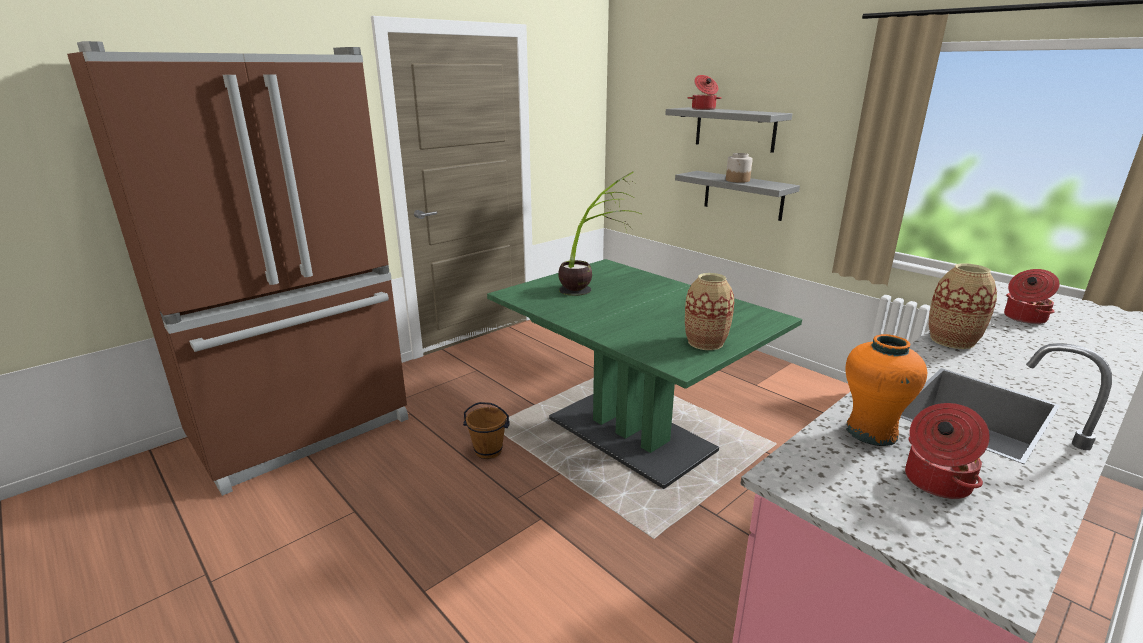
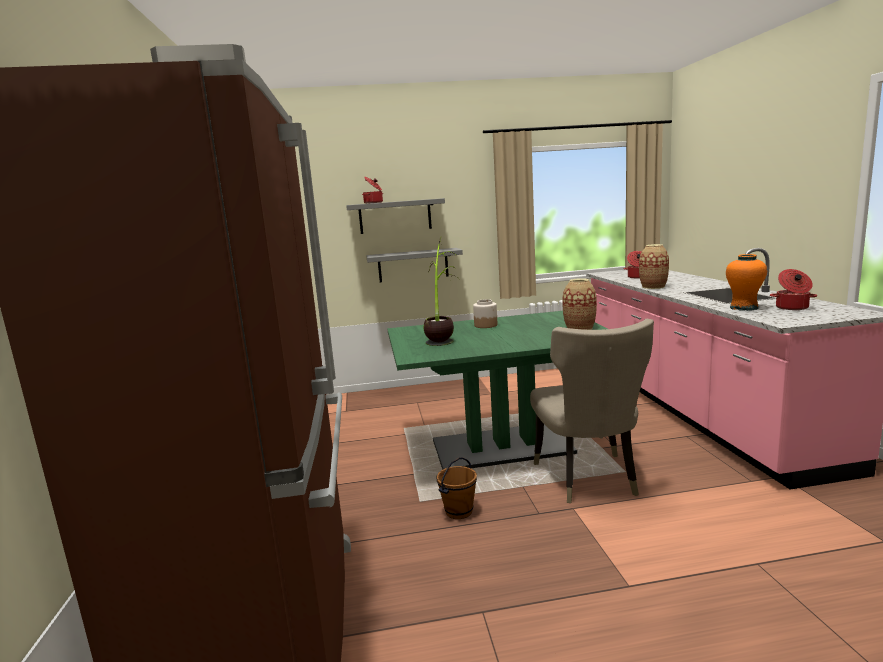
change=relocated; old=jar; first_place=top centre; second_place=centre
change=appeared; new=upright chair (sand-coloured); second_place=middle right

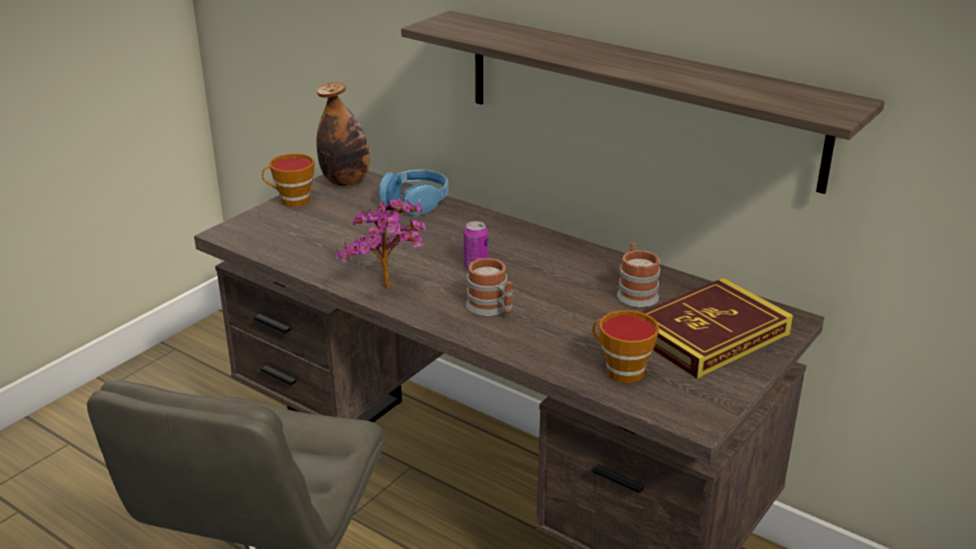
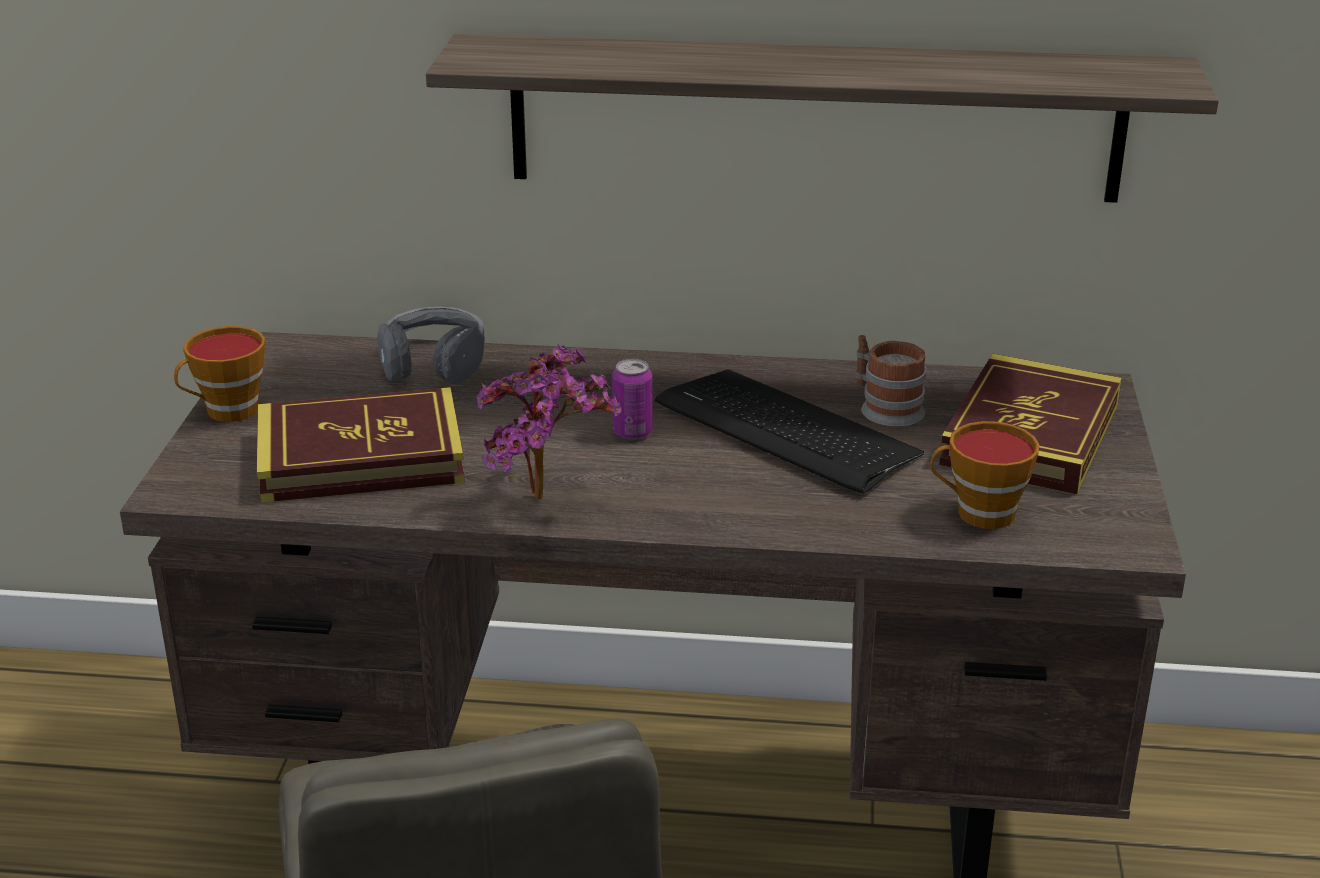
change=missing; old=beverage bottle; first_place=top centre
change=colour; old=headset (blue-coloured); new=headset (greyish); first_place=centre; second_place=middle left
change=missing; old=mug (no. 1 from left); first_place=centre
change=appeared; new=keyboard; second_place=centre
change=appeared; new=volume (no. 1 from left); second_place=middle left

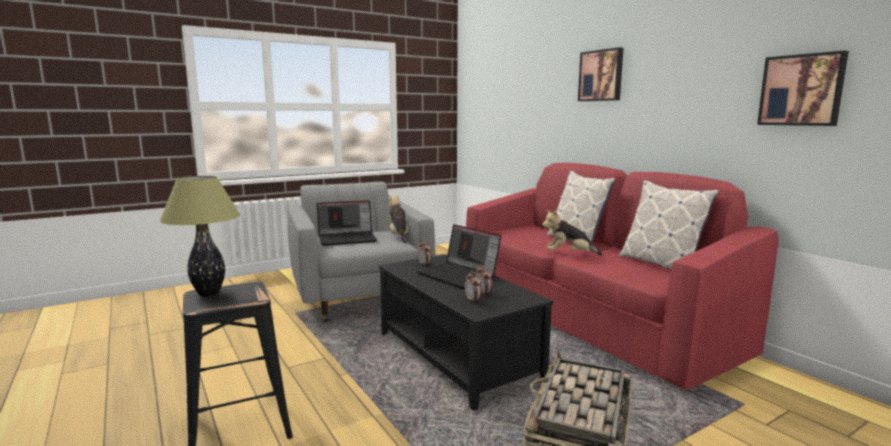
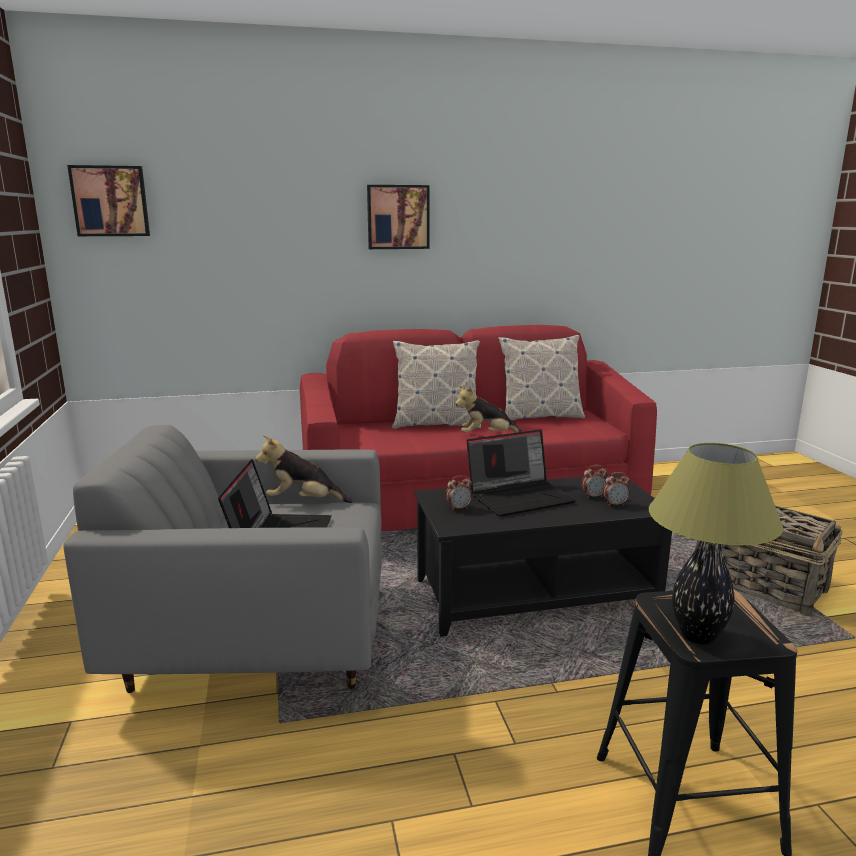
change=relocated; old=picture (no. 2 from left in the first image); new=picture (no. 1 from left); first_place=top right; second_place=top left
change=spun; old=soft toy (no. 2 from left); first_place=centre; second_place=centre; degrees=60

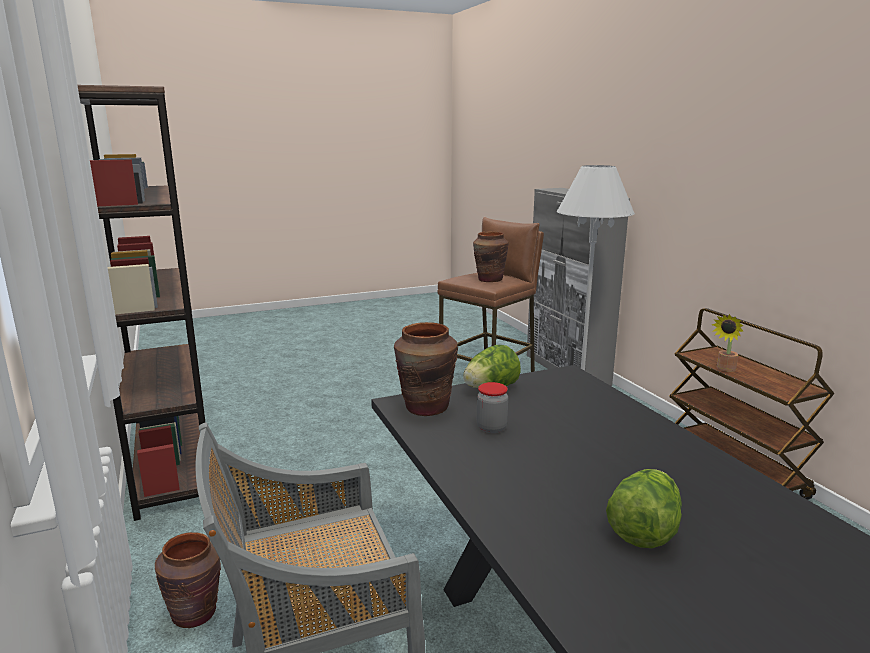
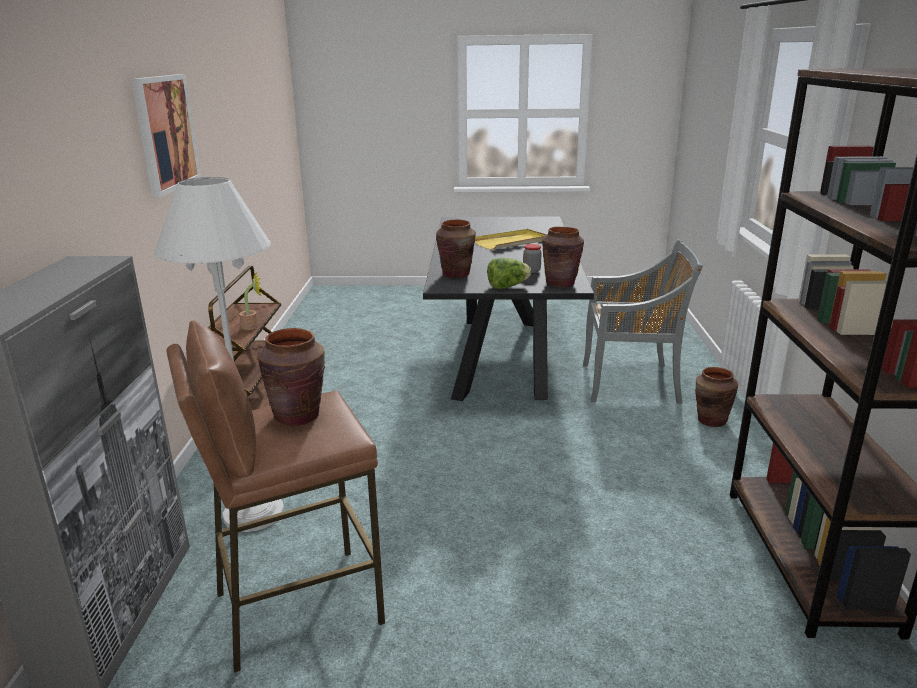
change=exchanged; old=lettuce head (no. 2 from left); new=tray (yellow); first_place=bottom right; second_place=centre
change=appeared; new=picture; second_place=top left
change=appeared; new=vase (brownish) (no. 2 from left); second_place=centre

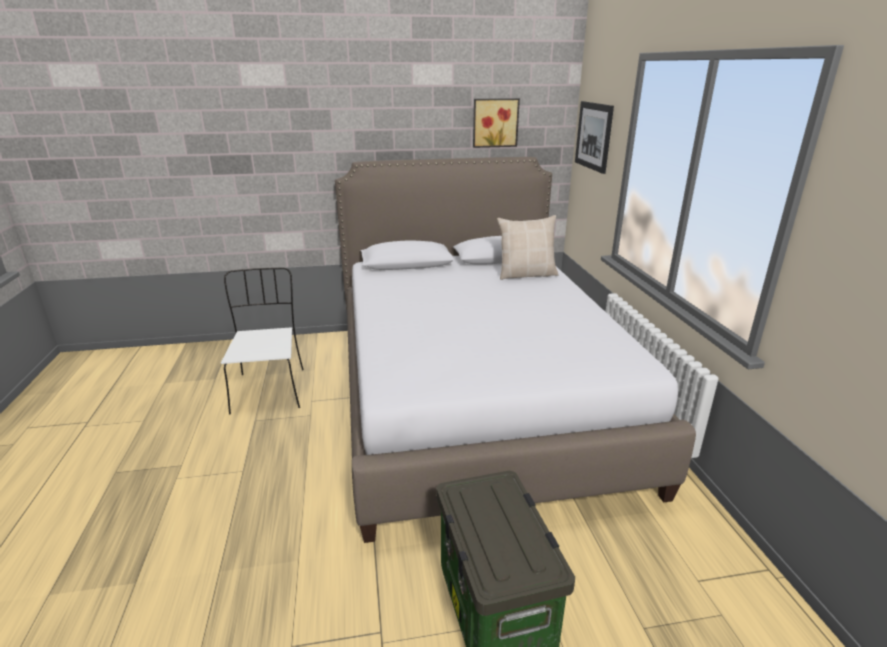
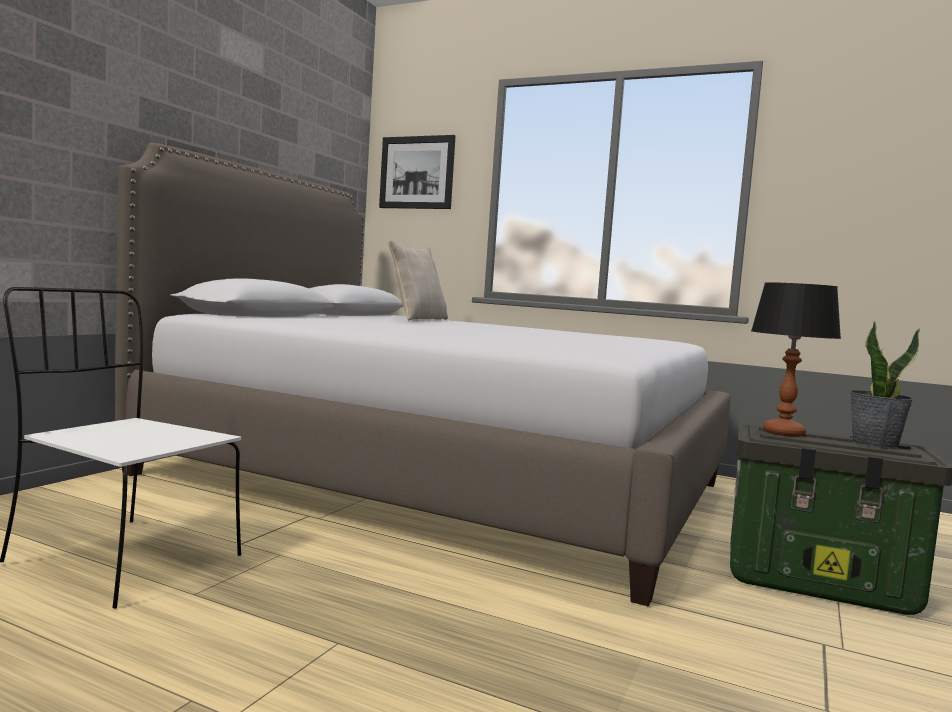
change=missing; old=picture (no. 1 from left); first_place=top centre
change=appeared; new=table lamp; second_place=middle right
change=appeared; new=potted plant; second_place=middle right

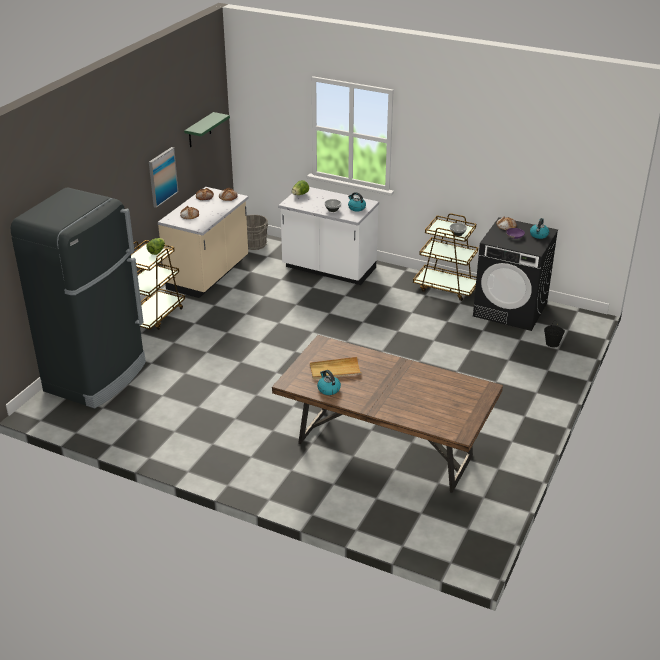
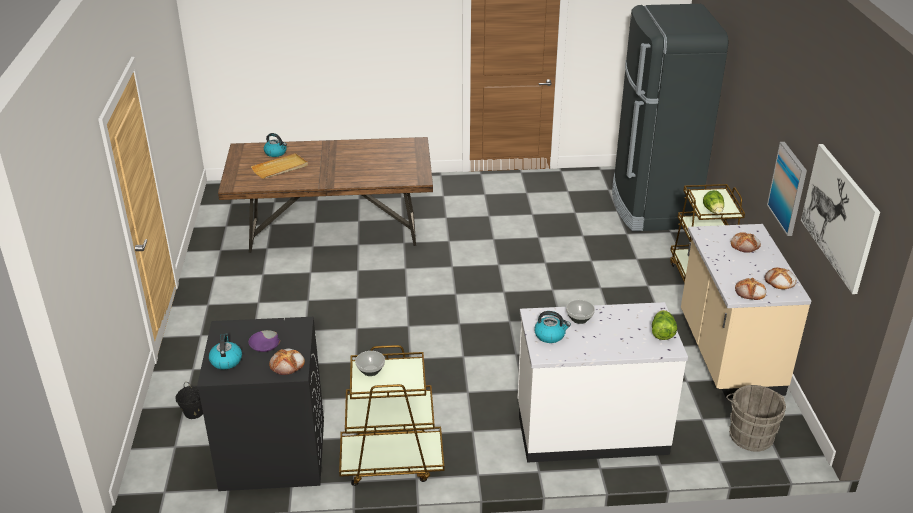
change=exchanged; old=bracket shelf (green); new=picture (no. 2 from left); first_place=top left; second_place=middle right
change=relocated; old=tray (sand-coloured); first_place=centre; second_place=top left
change=relocated; old=kettle (no. 1 from left in the first image); new=kettle (no. 2 from left); first_place=centre; second_place=top left

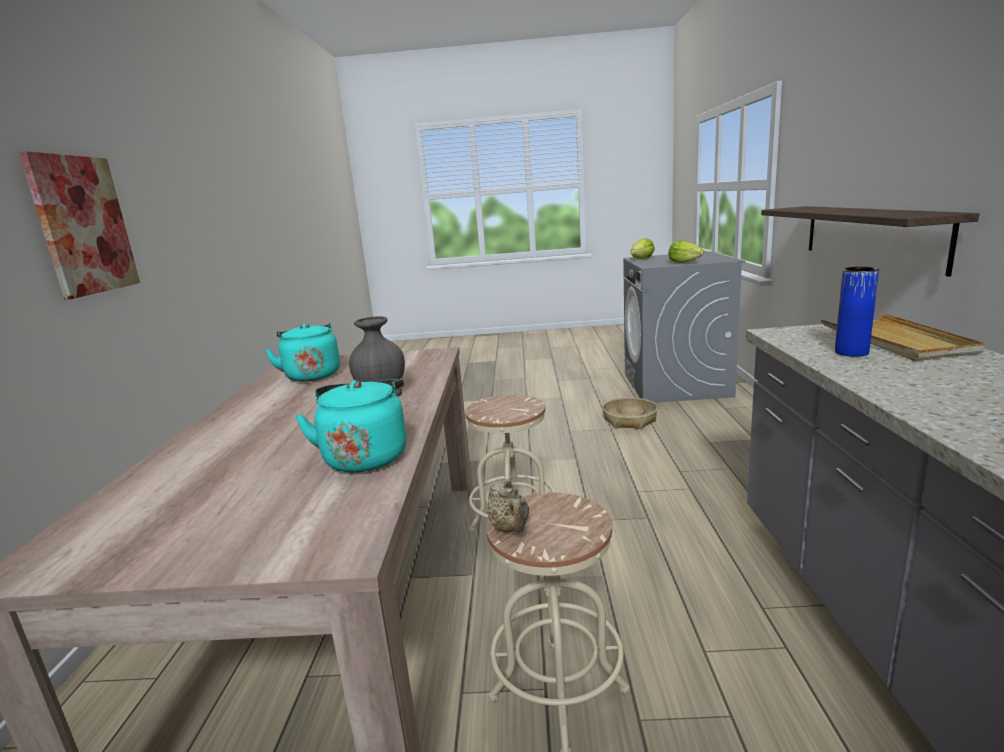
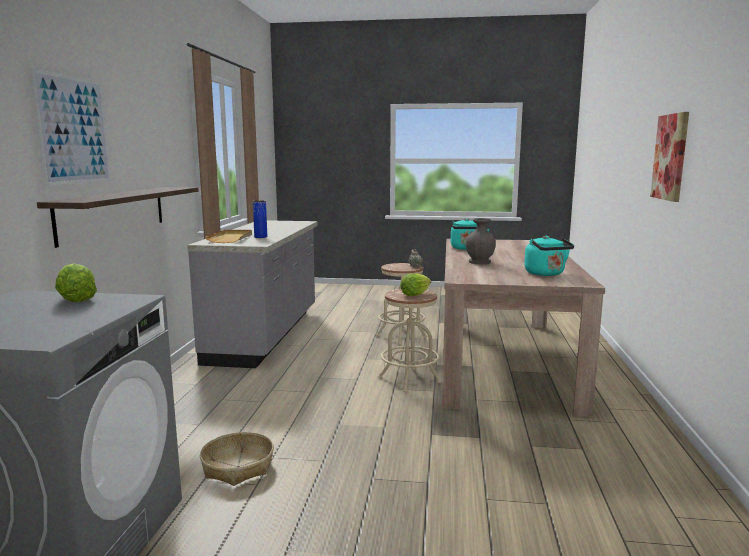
change=relocated; old=lettuce head (no. 1 from left in the first image); new=lettuce head (no. 2 from left); first_place=top centre; second_place=centre
change=appeared; new=picture (no. 1 from left); second_place=top left

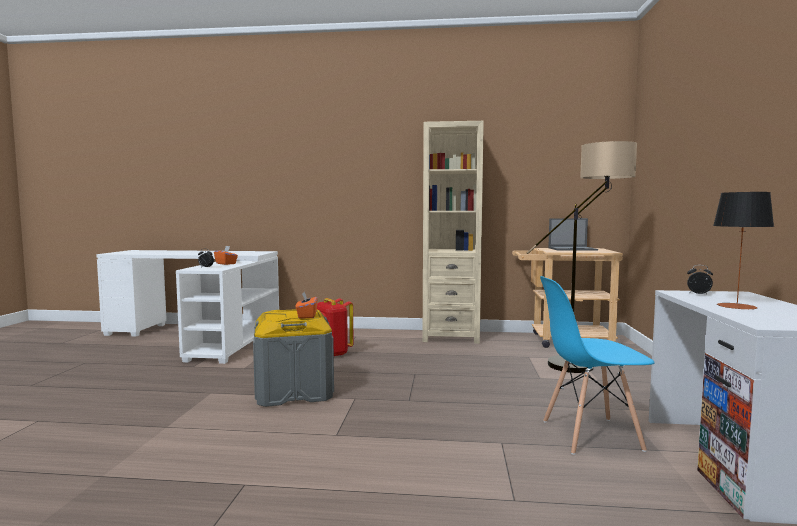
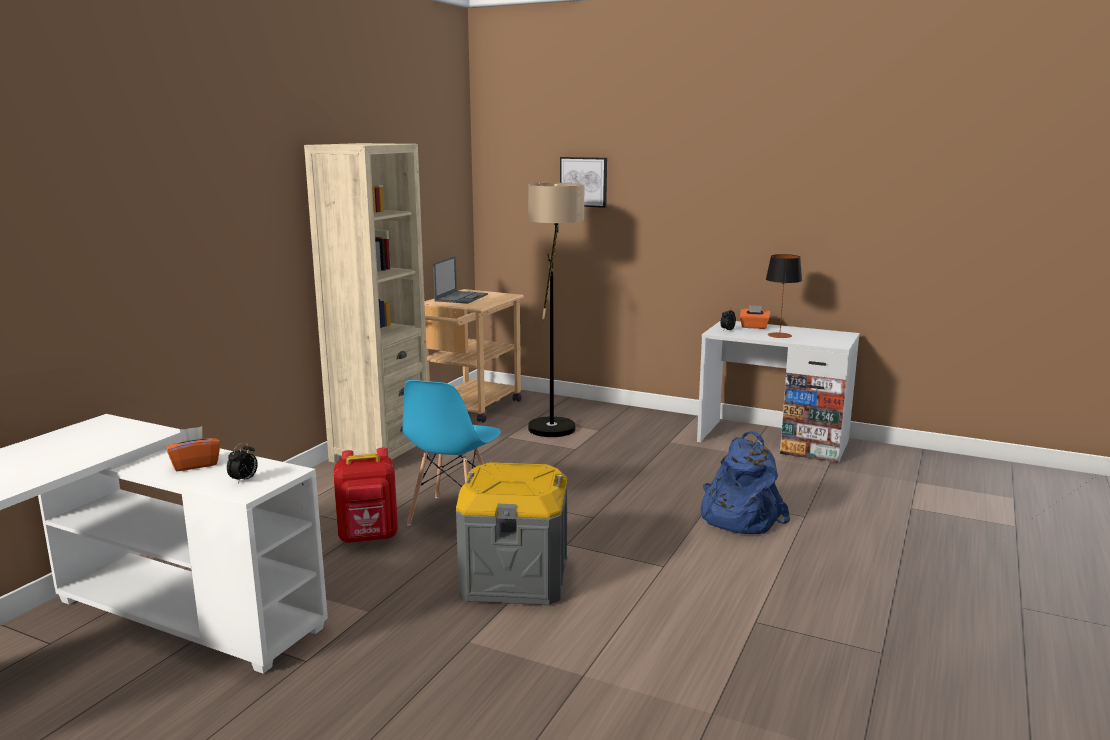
change=relocated; old=upright chair (blue-coloured); first_place=bottom right; second_place=centre
change=relocated; old=tissue box (orange-coloured) (no. 2 from left); first_place=centre; second_place=middle right
change=appeared; new=picture; second_place=top centre
change=appeared; new=rucksack (blue-coloured); second_place=middle right

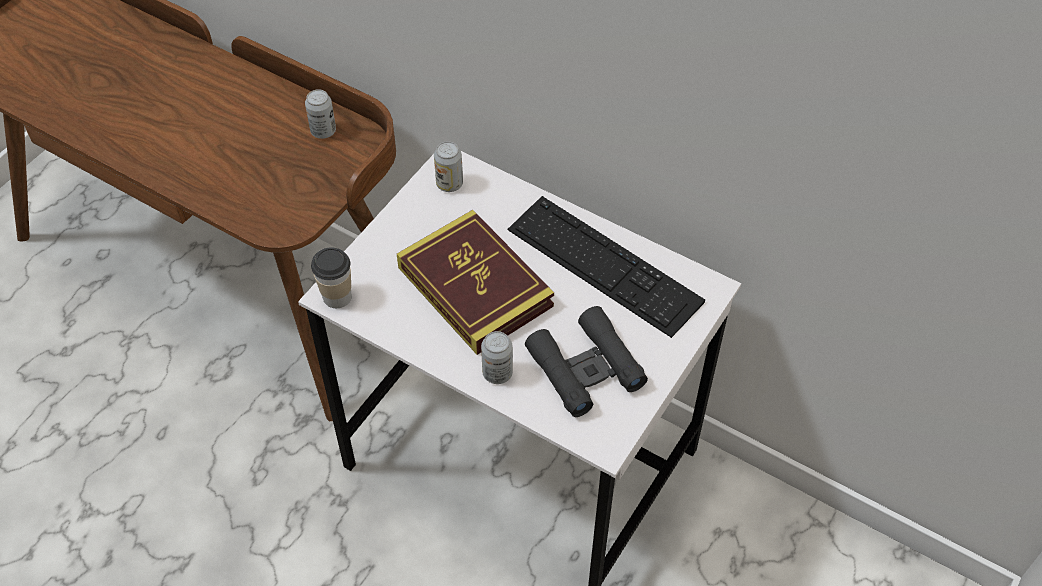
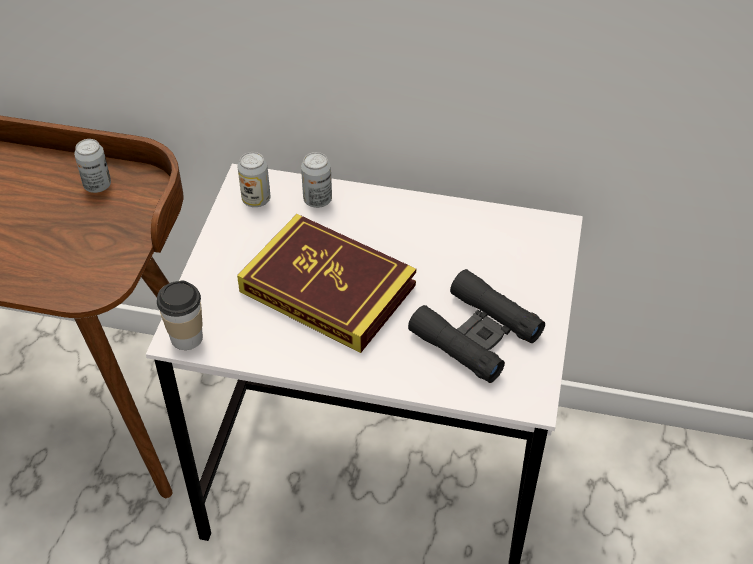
change=missing; old=keyboard; first_place=centre
change=relocated; old=sealed can (no. 3 from left); first_place=centre; second_place=top centre

